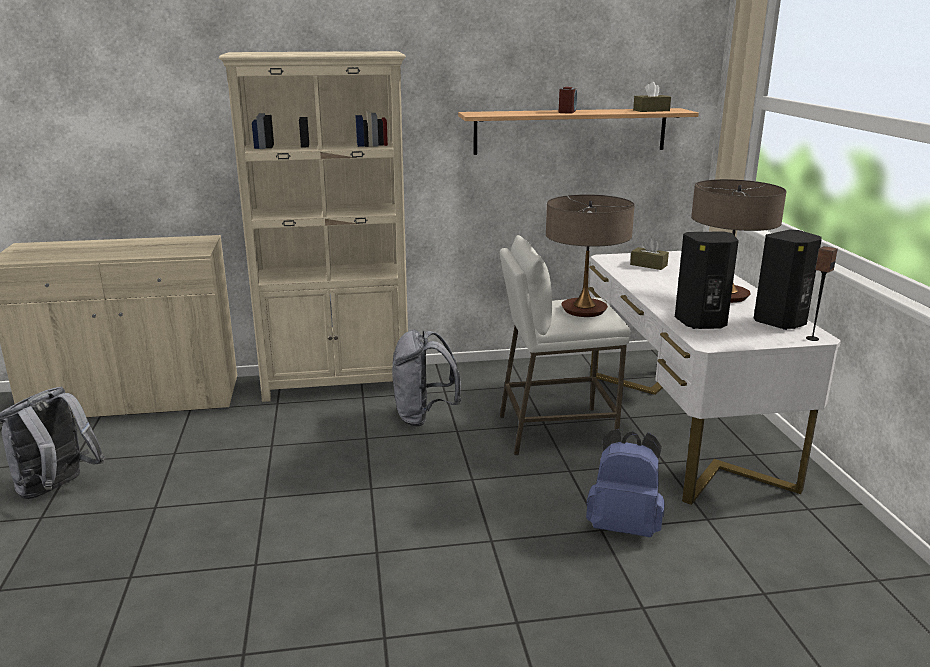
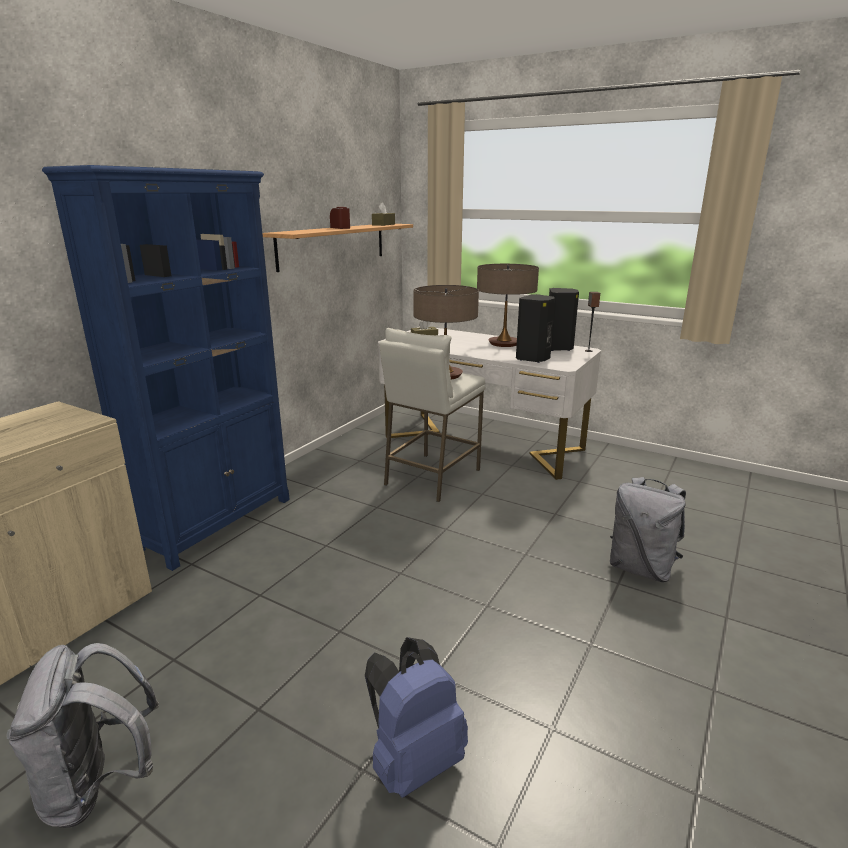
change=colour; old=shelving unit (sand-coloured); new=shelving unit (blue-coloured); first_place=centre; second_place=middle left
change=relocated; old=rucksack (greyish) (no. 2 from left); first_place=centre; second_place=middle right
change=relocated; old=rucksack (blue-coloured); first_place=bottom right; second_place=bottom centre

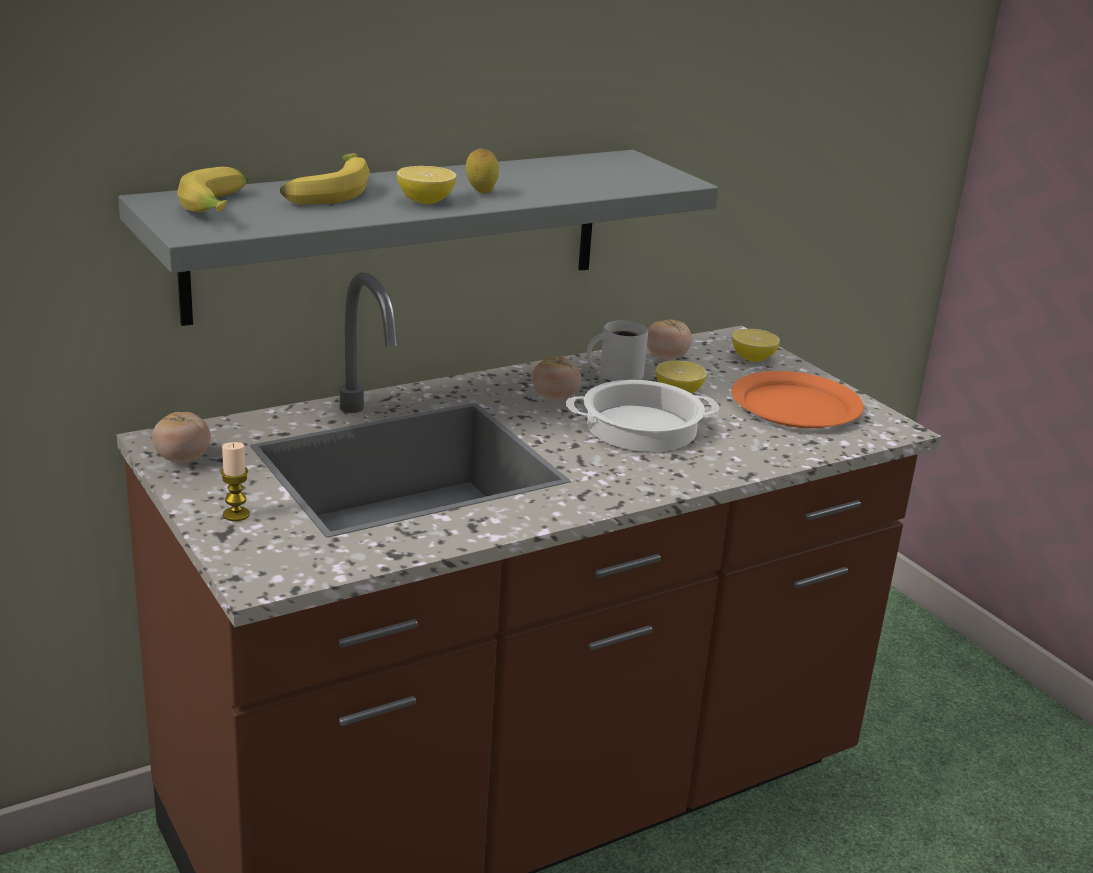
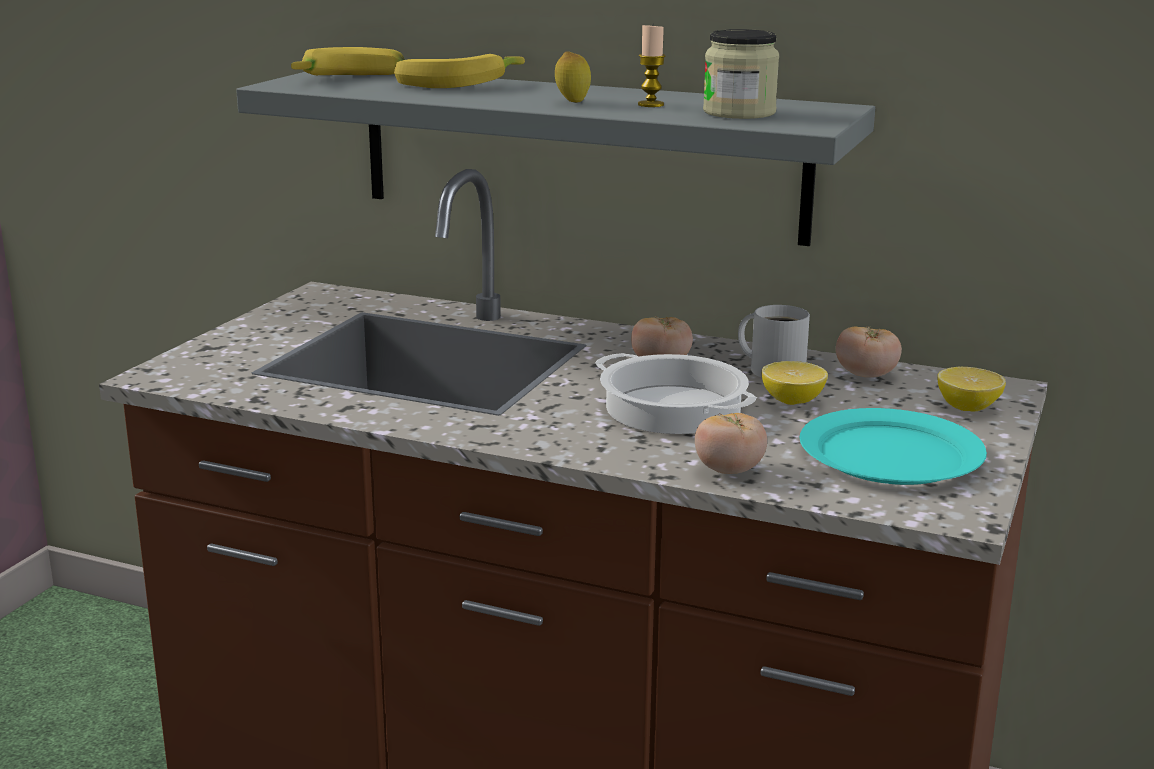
change=missing; old=citrus fruit (no. 1 from left); first_place=top centre
change=colour; old=flat dish (orange-coloured); new=flat dish (turquoise); first_place=middle right; second_place=middle right
change=relocated; old=whole tomato (no. 1 from left in the first image); new=whole tomato (no. 2 from left); first_place=middle left; second_place=centre
change=relocated; old=candle; first_place=middle left; second_place=top centre
change=appeared; new=jar; second_place=top centre

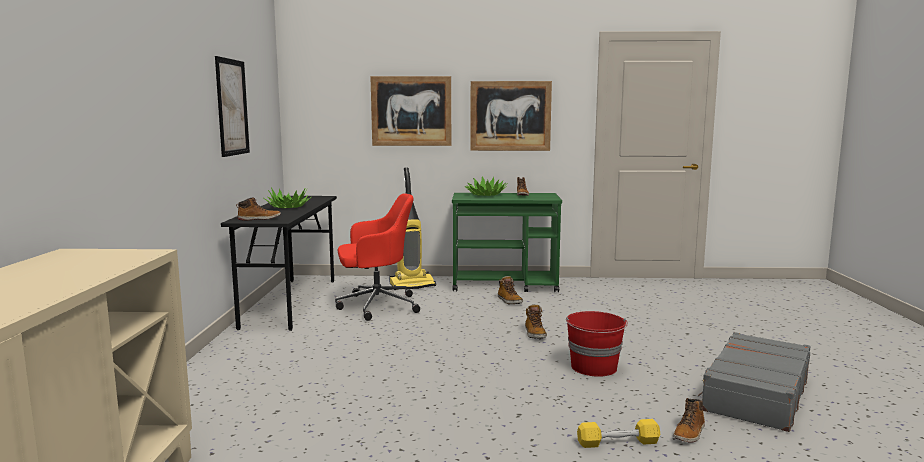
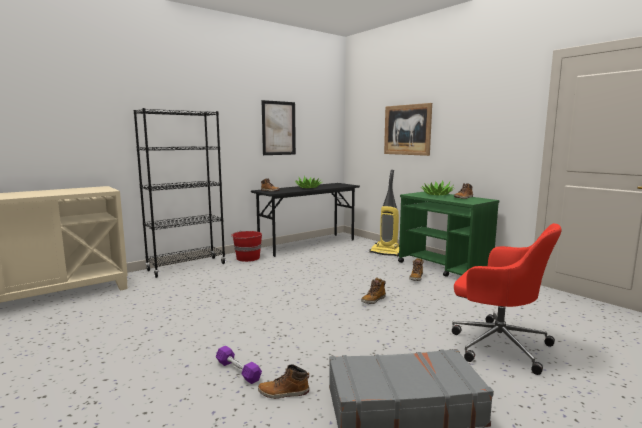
change=missing; old=picture (no. 3 from left); first_place=top centre
change=relocated; old=computer chair (red); first_place=centre; second_place=bottom right
change=relocated; old=pail (red); first_place=bottom centre; second_place=centre
change=colour; old=free weight (yellow); new=free weight (purplish); first_place=bottom right; second_place=bottom centre
change=appeared; new=shelving unit (blackish); second_place=middle left

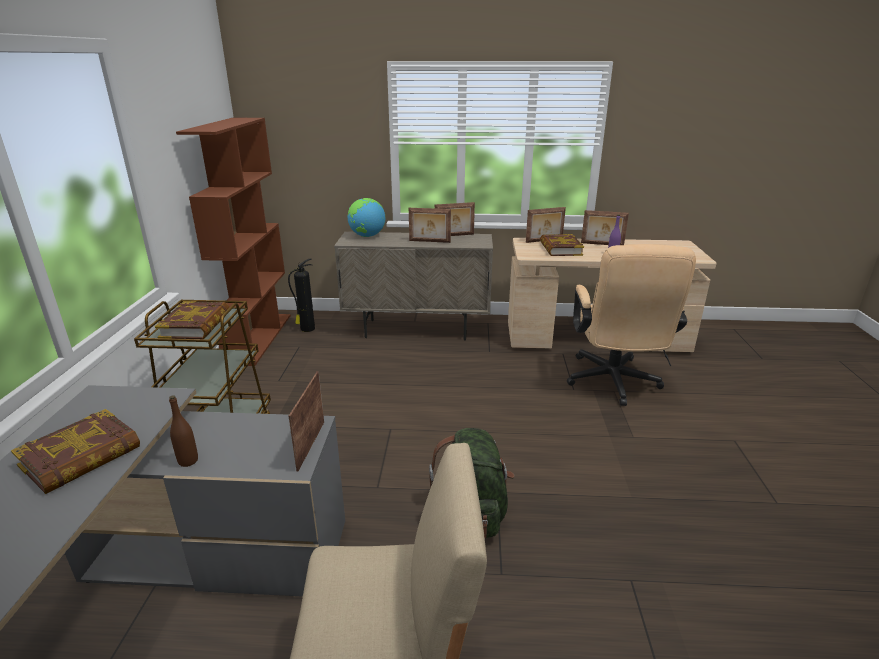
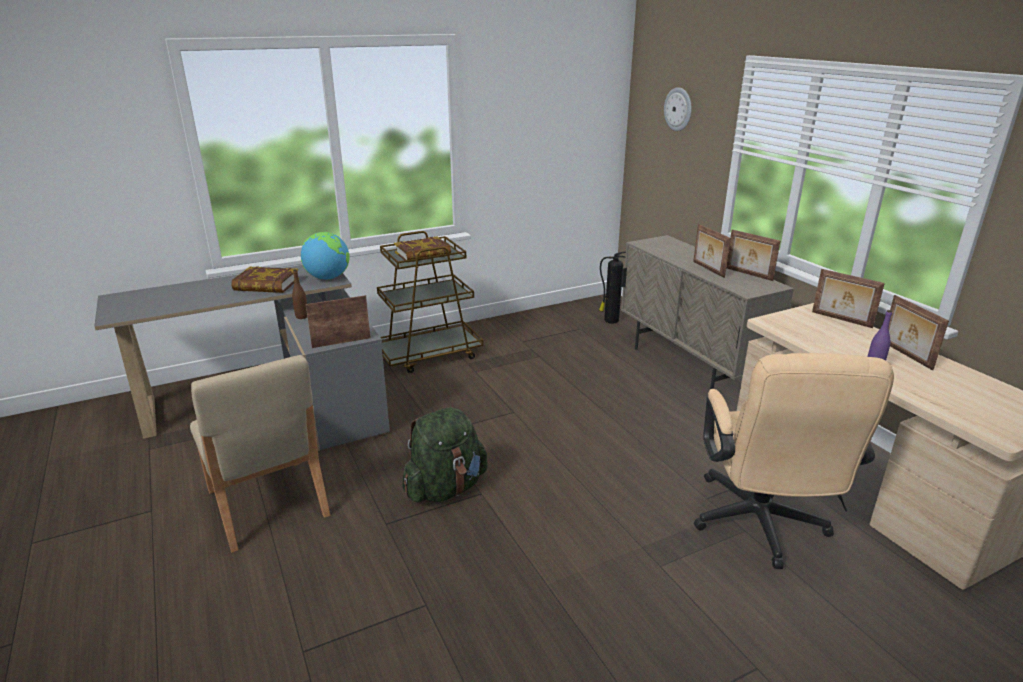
change=missing; old=shelving unit (brownish); first_place=middle left
change=relocated; old=globe; first_place=top centre; second_place=middle left
change=missing; old=volume (no. 3 from left); first_place=centre
change=spun; old=computer chair (sand-coloured); first_place=middle right; second_place=bottom right; degrees=-60
change=appeared; new=hanging clock; second_place=top centre

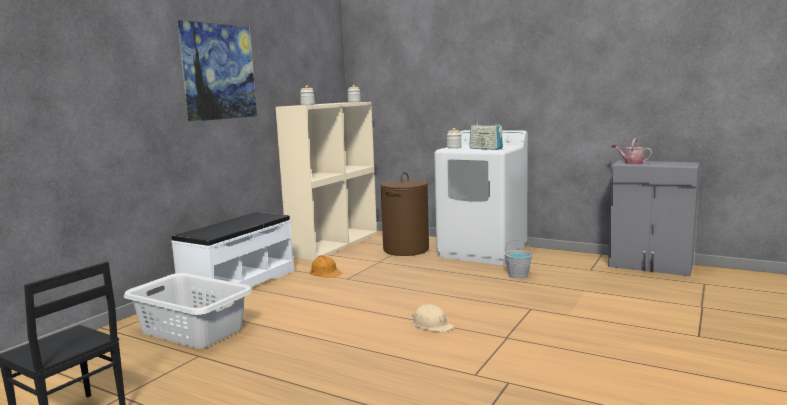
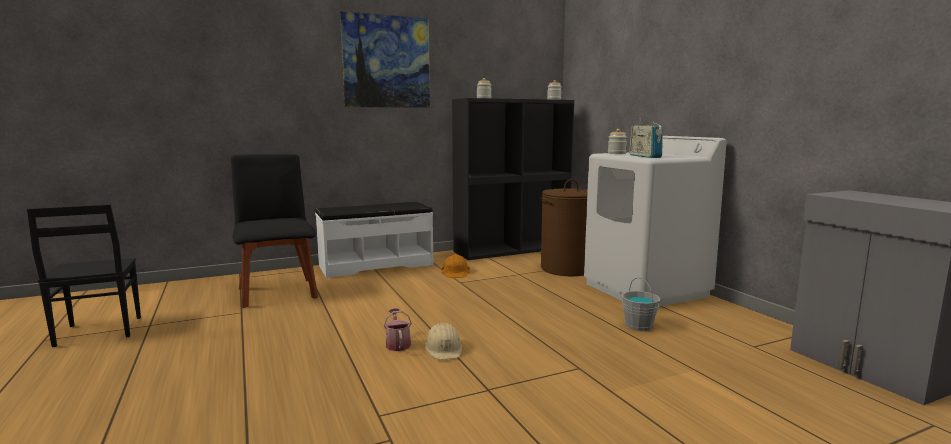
change=colour; old=shelving unit (sand-coloured); new=shelving unit (blackish); first_place=centre; second_place=centre
change=relocated; old=watering can; first_place=middle right; second_place=bottom centre
change=exchanged; old=washing basket (greyish); new=upright chair (blackish) (no. 2 from left); first_place=bottom left; second_place=middle left

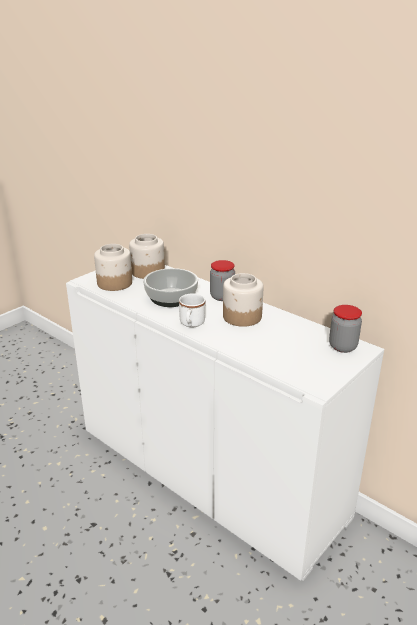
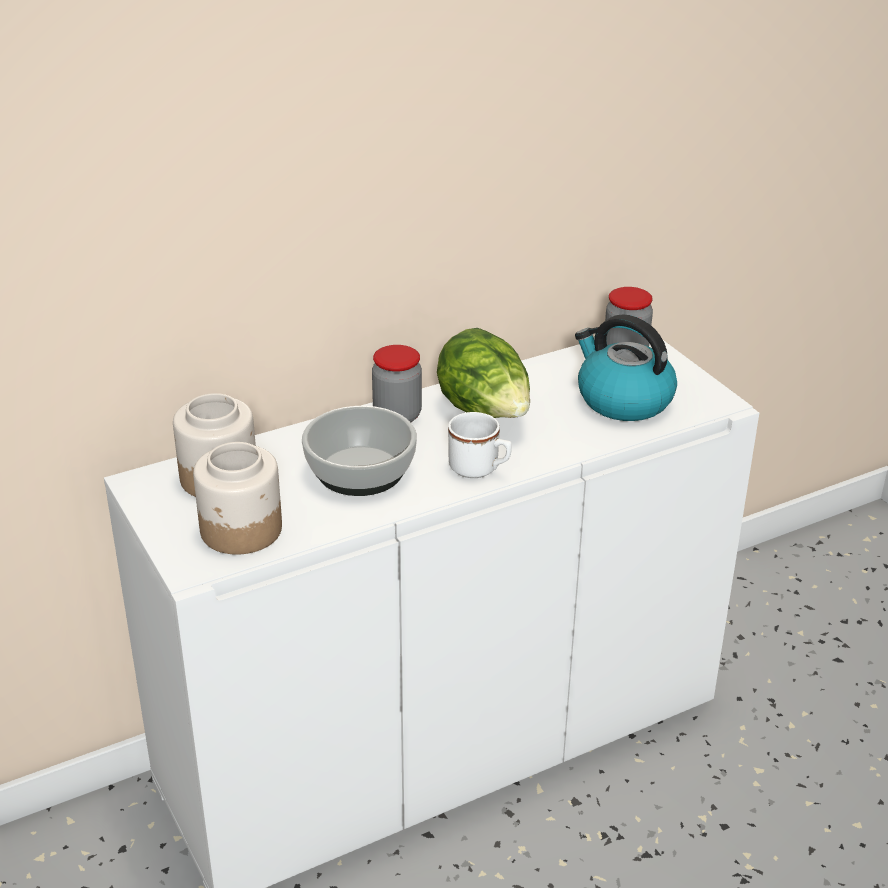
change=exchanged; old=jar (no. 4 from left); new=lettuce head; first_place=centre; second_place=centre
change=appeared; new=kettle; second_place=middle right

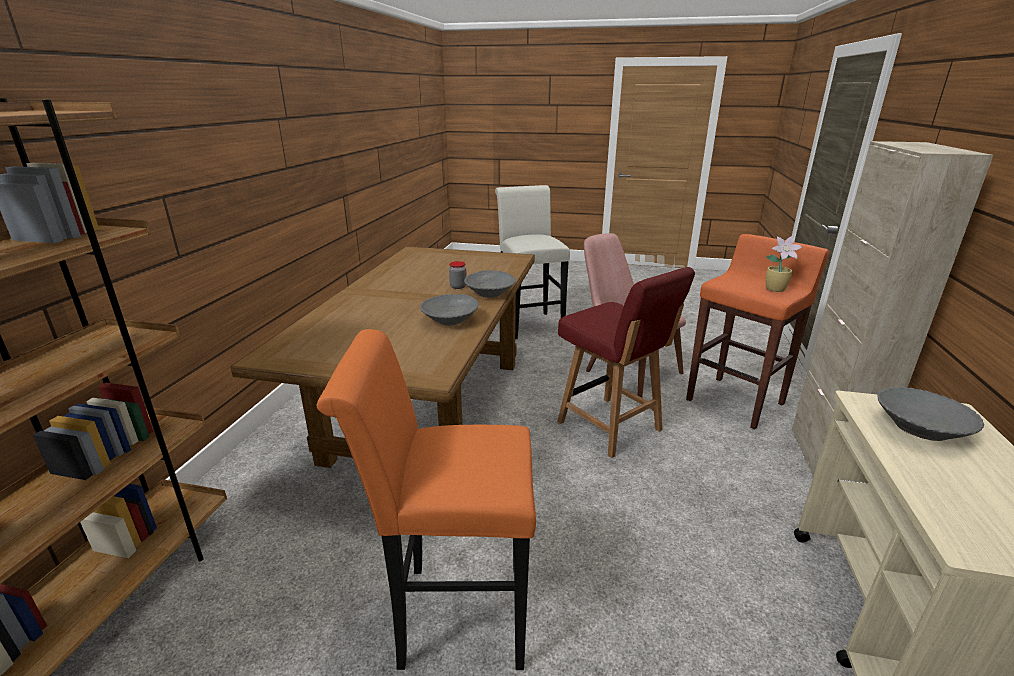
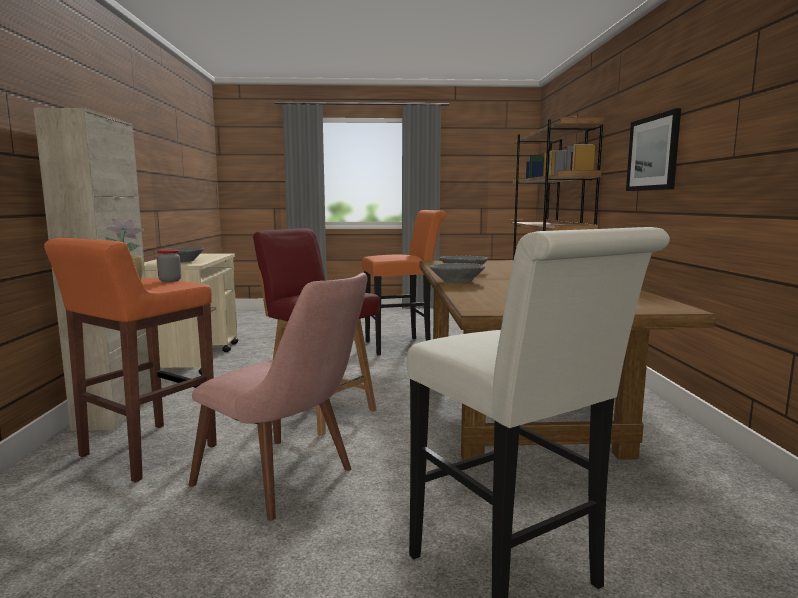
change=relocated; old=jar; first_place=centre; second_place=middle left
change=appeared; new=picture; second_place=top right

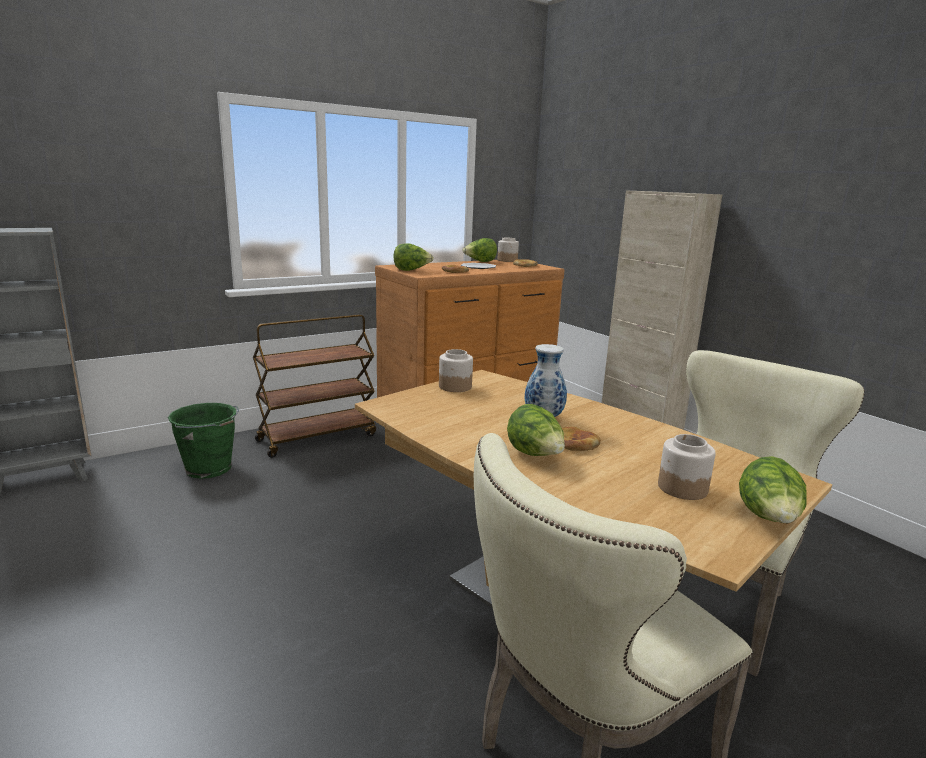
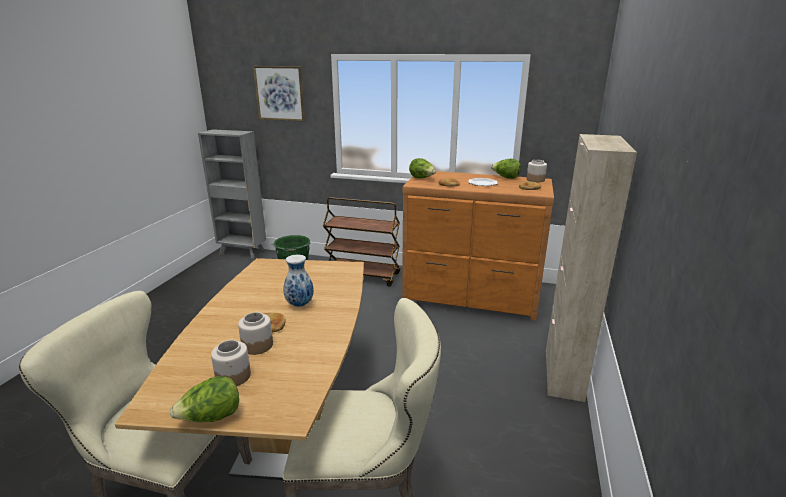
change=relocated; old=jar (no. 1 from left in the first image); new=jar (no. 2 from left); first_place=centre; second_place=bottom left
change=missing; old=lettuce head (no. 3 from left); first_place=centre
change=appeared; new=picture; second_place=top centre

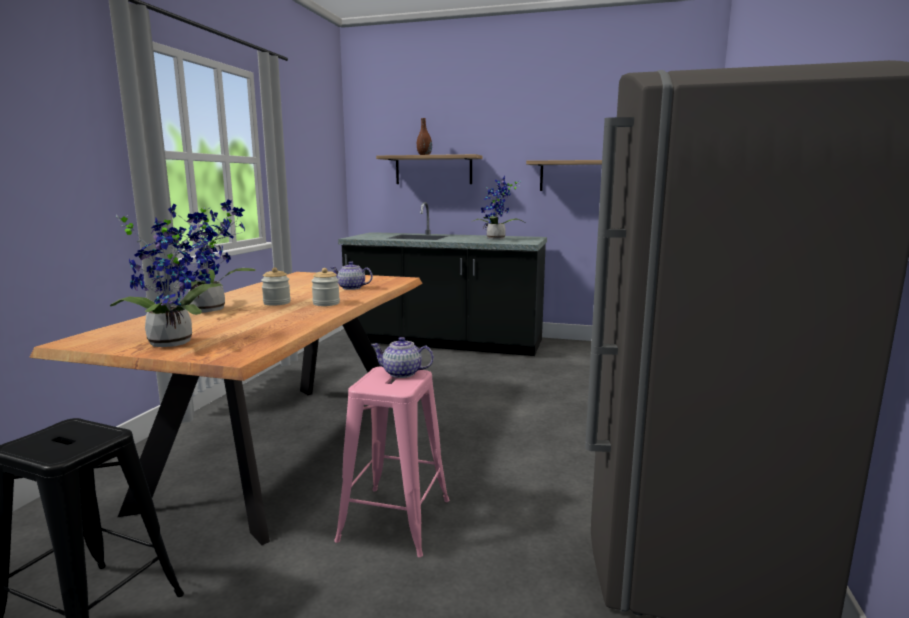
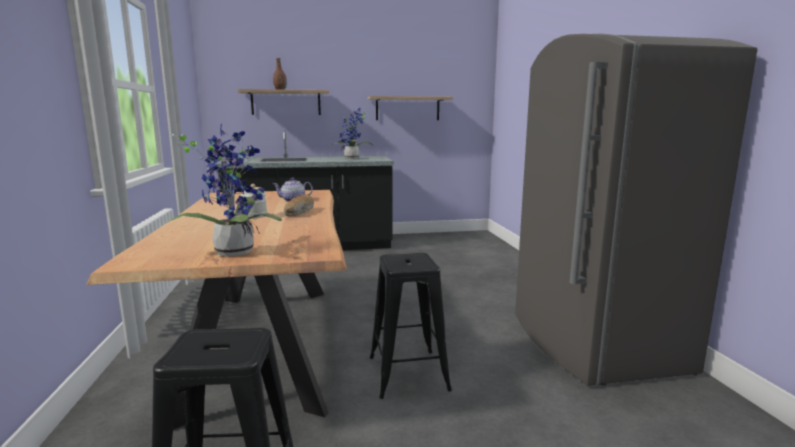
change=missing; old=potted plant (no. 2 from left); first_place=middle left
change=exchanged; old=jar (no. 2 from left); new=bread; first_place=centre; second_place=centre
change=missing; old=pot for tea (no. 2 from left); first_place=centre
change=colour; old=sitting stool (pink); new=sitting stool (blackish) (no. 2 from left); first_place=bottom centre; second_place=bottom centre

